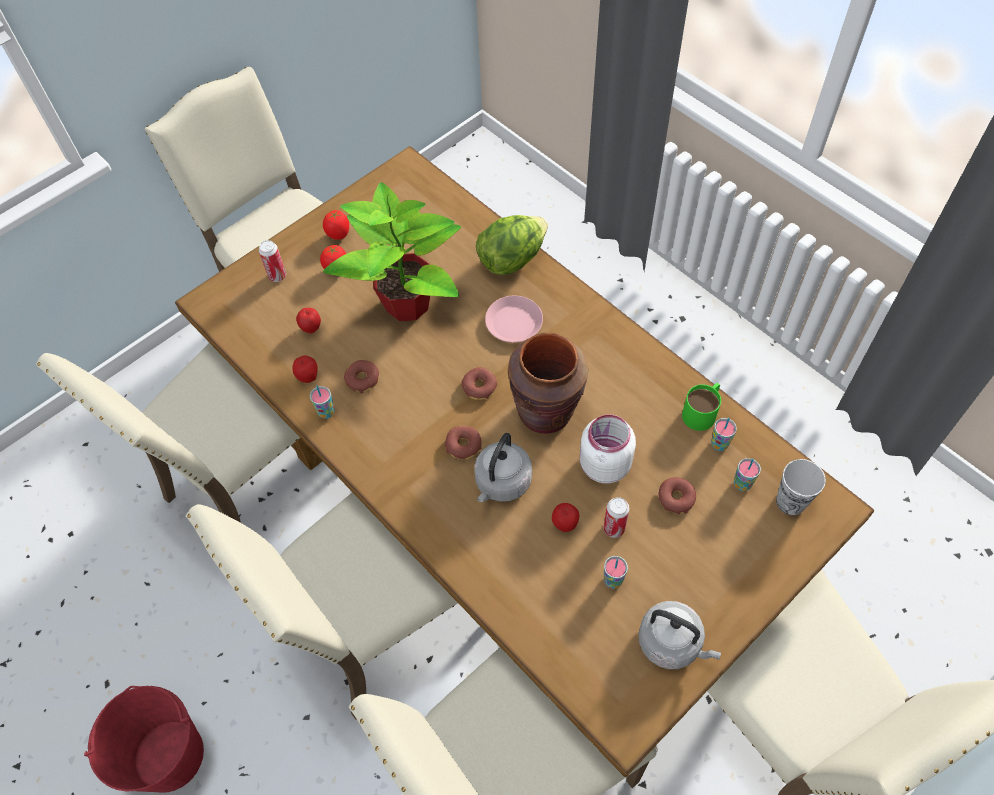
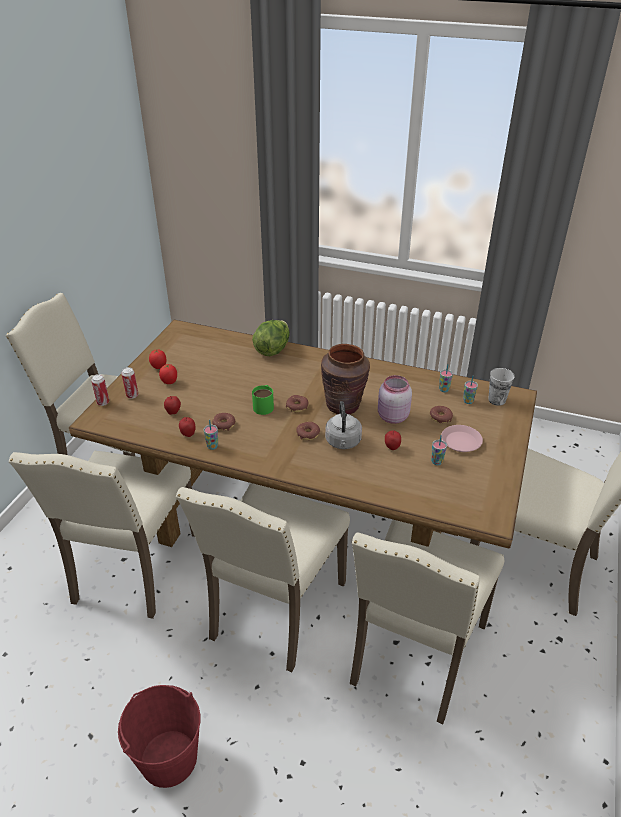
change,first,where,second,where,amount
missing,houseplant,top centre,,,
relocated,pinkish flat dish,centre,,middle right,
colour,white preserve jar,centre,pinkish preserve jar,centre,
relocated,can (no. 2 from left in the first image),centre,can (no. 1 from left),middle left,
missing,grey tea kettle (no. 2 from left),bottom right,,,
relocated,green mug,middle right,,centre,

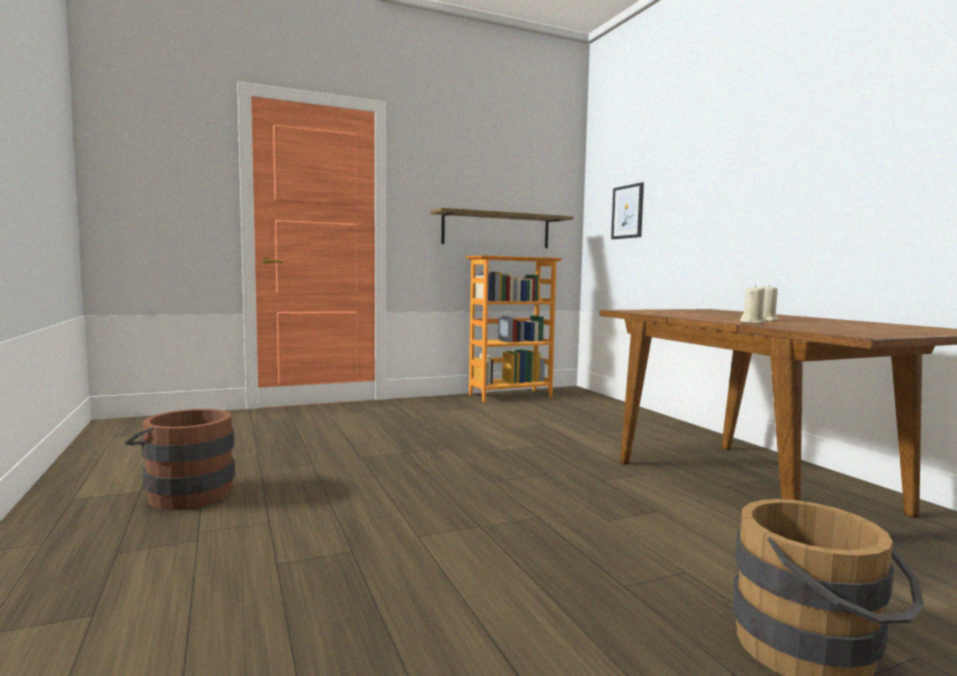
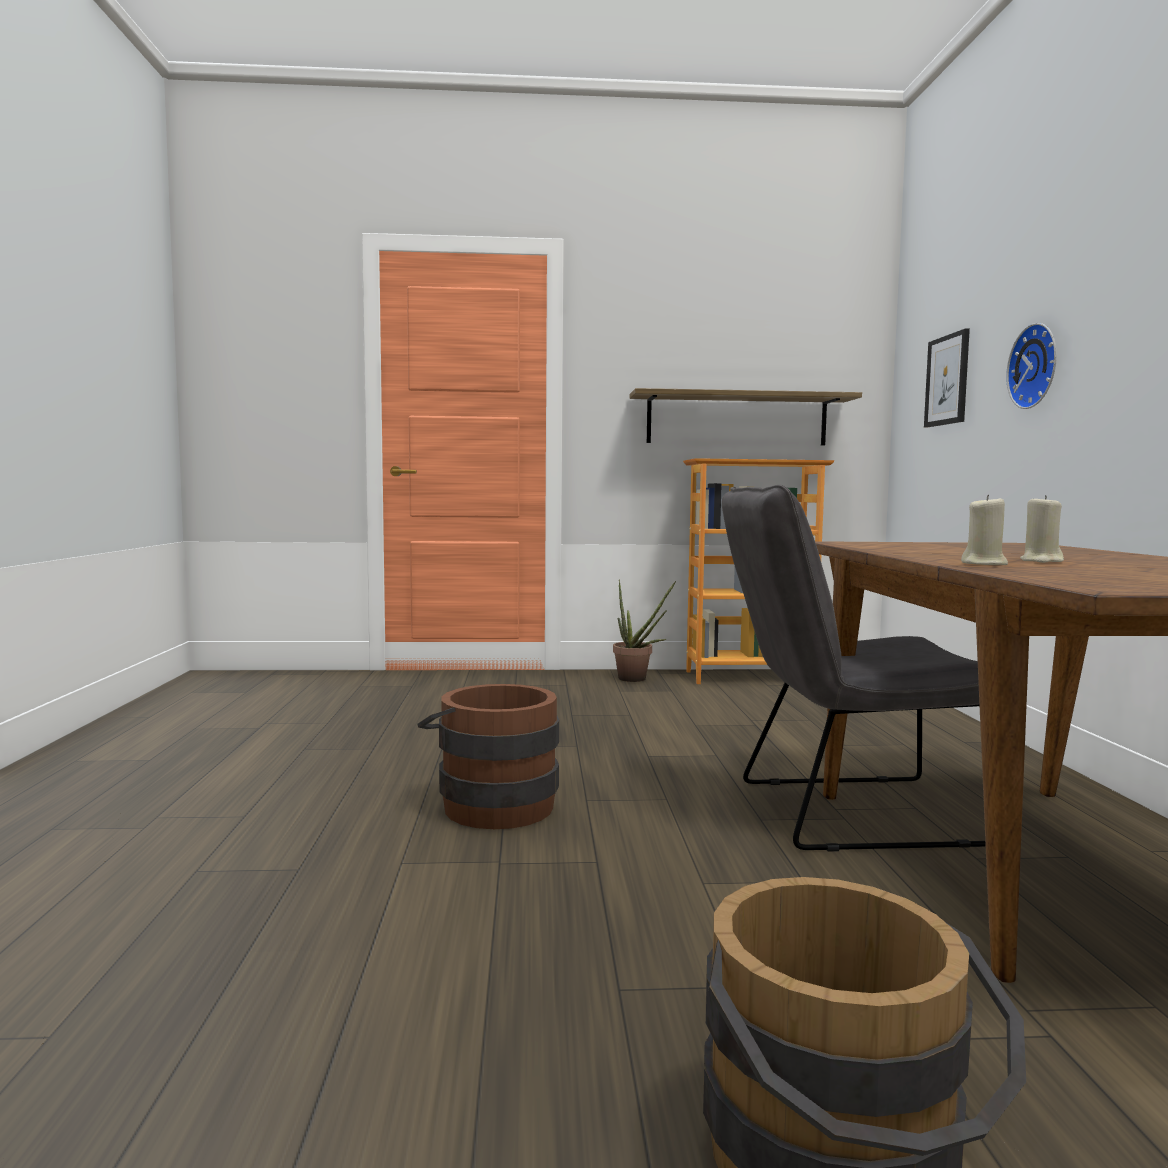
change,first,where,second,where,amount
relocated,brown-coloured bucket (no. 1 from left),bottom left,,centre,
appeared,,,houseplant,centre,
appeared,,,grey upright chair,middle right,
appeared,,,wall clock,top right,

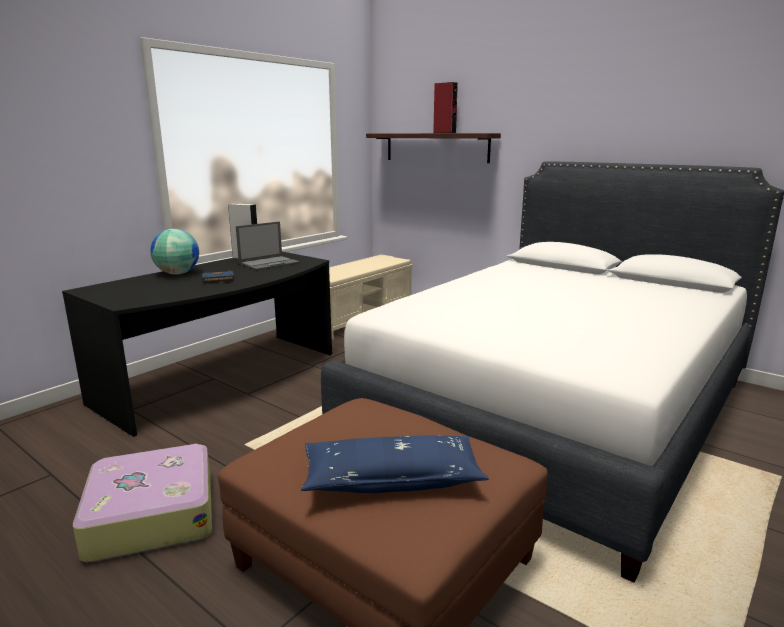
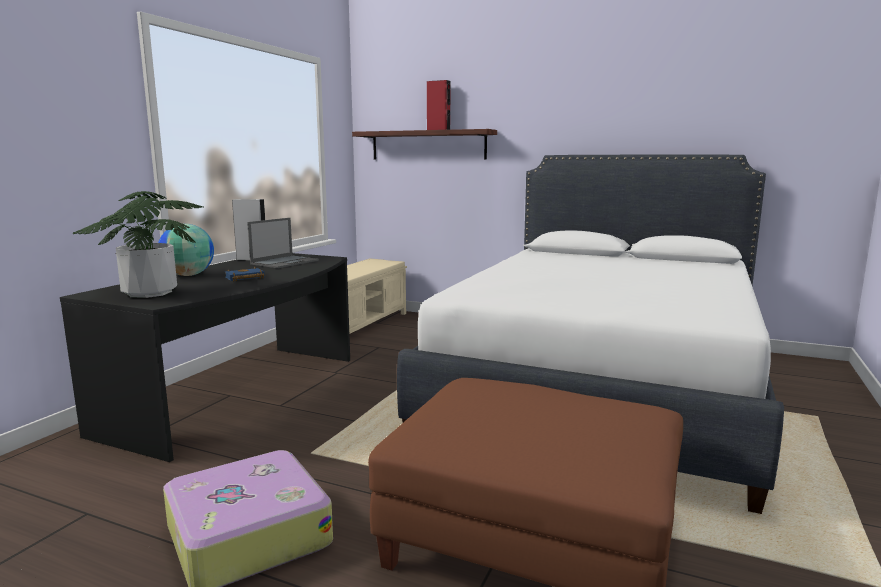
change,first,where,second,where,amount
missing,blue throw pillow,bottom centre,,,
appeared,,,houseplant,middle left,

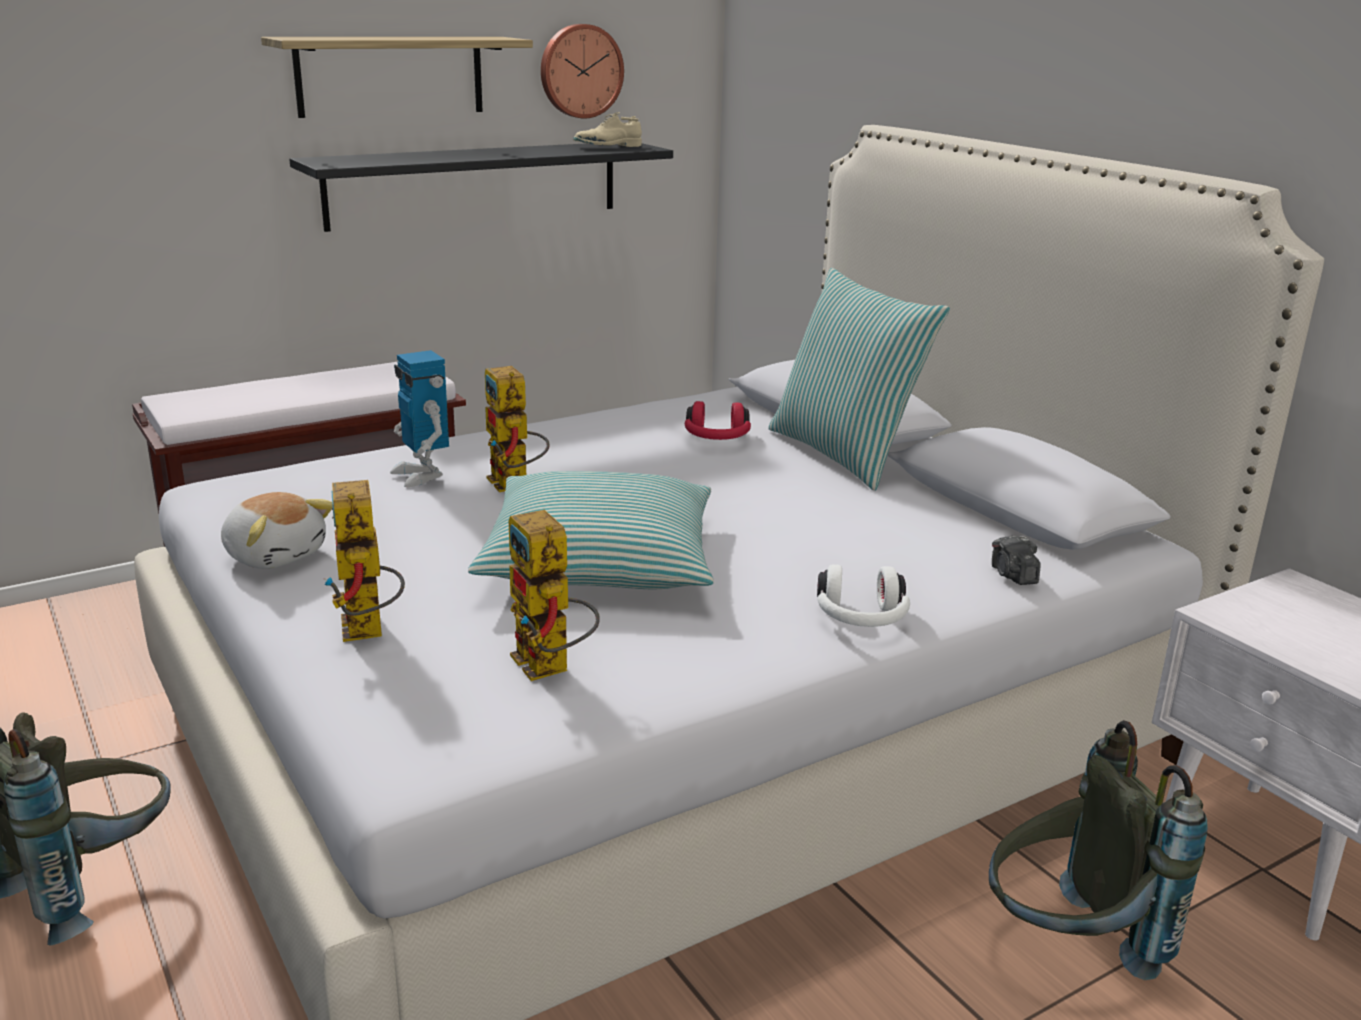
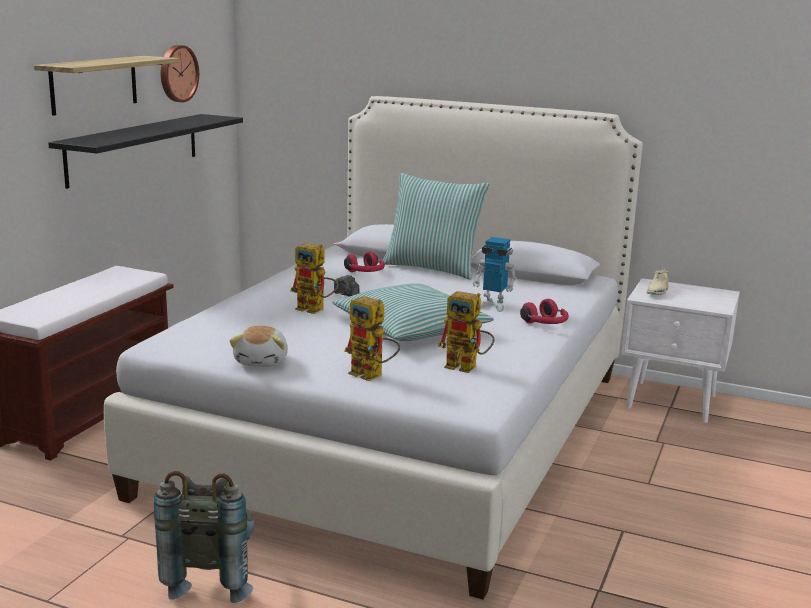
change,first,where,second,where,amount
spun,plush toy,middle left,,middle left,90 degrees clockwise
relocated,toy robot (no. 2 from left in the first image),middle left,toy robot (no. 4 from left),centre,
relocated,beige-coloured low shoe,top centre,,middle right,
colour,white pair of headphones,centre,red-coloured pair of headphones (no. 2 from left),middle right,
missing,grey knapsack (no. 2 from left),bottom right,,,
relocated,photo camera,middle right,,centre,

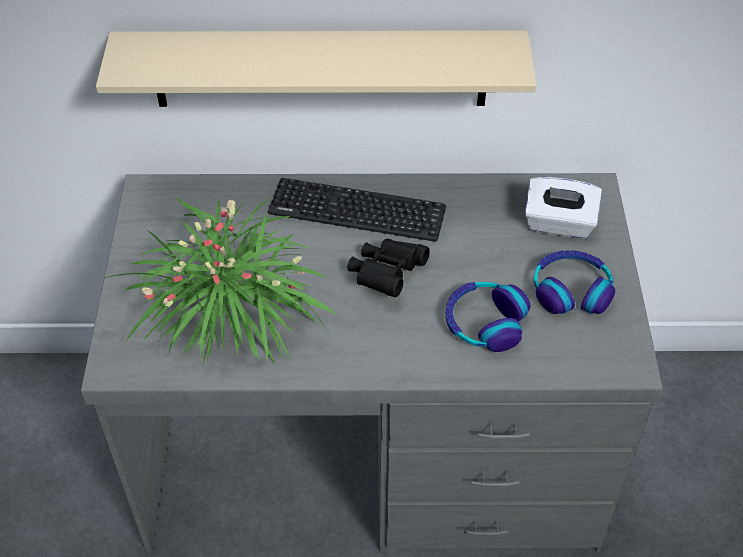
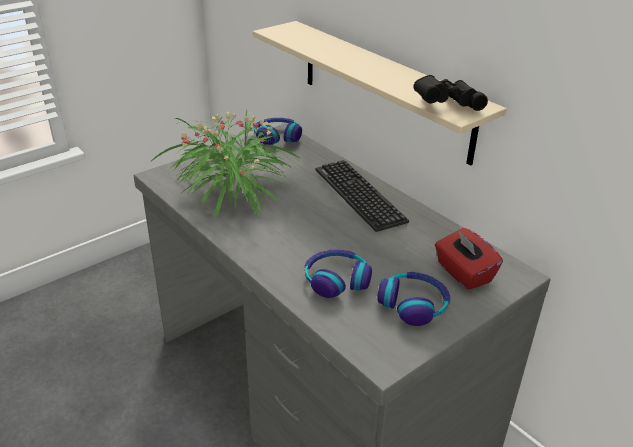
change,first,where,second,where,amount
relocated,blackish field glasses,centre,,top right,
colour,white tissue holder,middle right,red-coloured tissue holder,middle right,
appeared,,,pair of headphones (no. 1 from left),top centre,

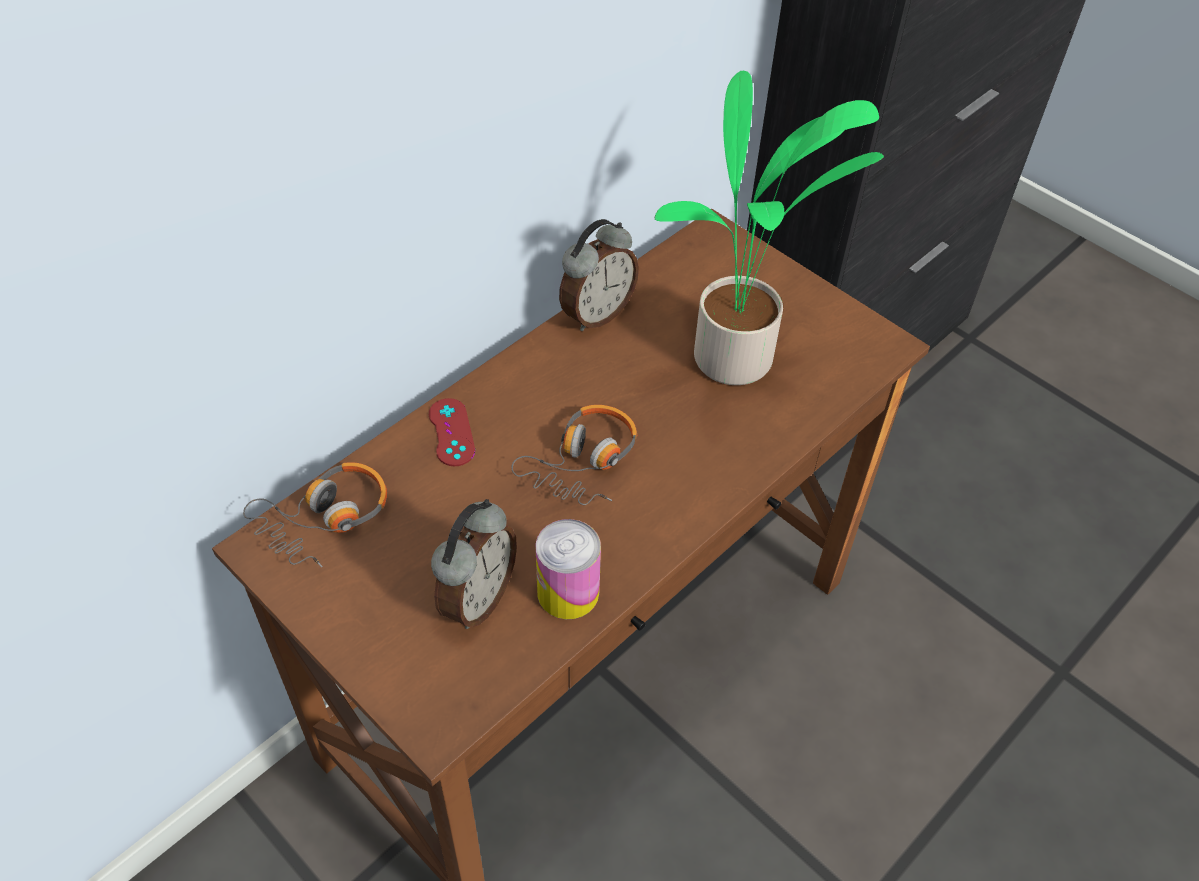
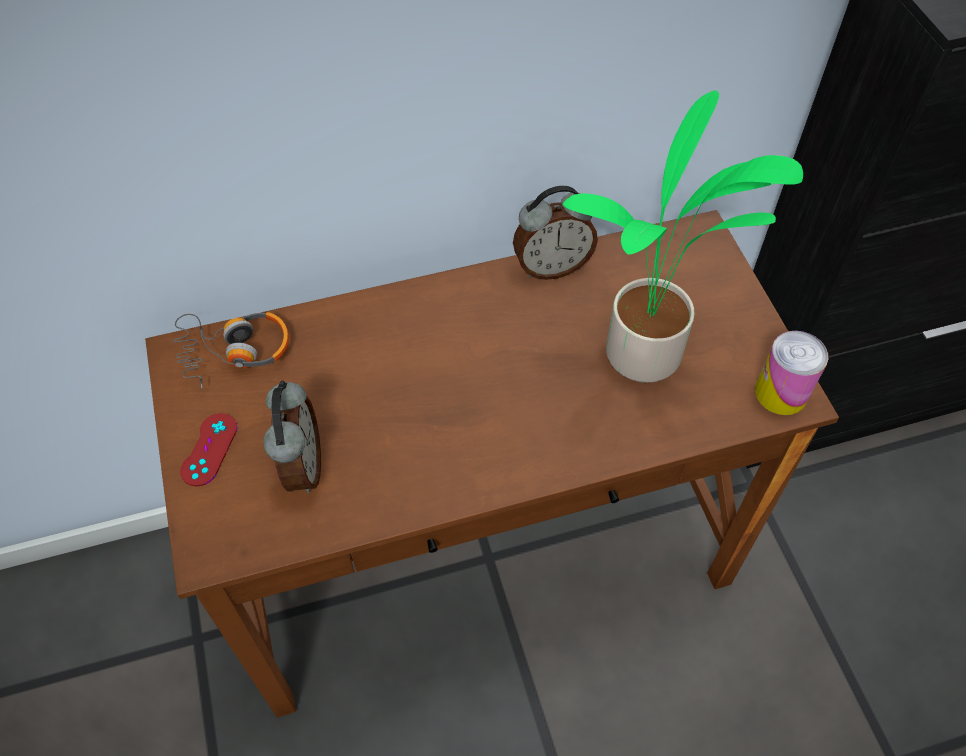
change,first,where,second,where,amount
relocated,red-coloured gamepad,centre,,middle left,
spun,bedside clock (no. 1 from left),centre,,middle left,60 degrees counterclockwise
missing,pair of headphones (no. 2 from left),centre,,,
relocated,can,centre,,middle right,

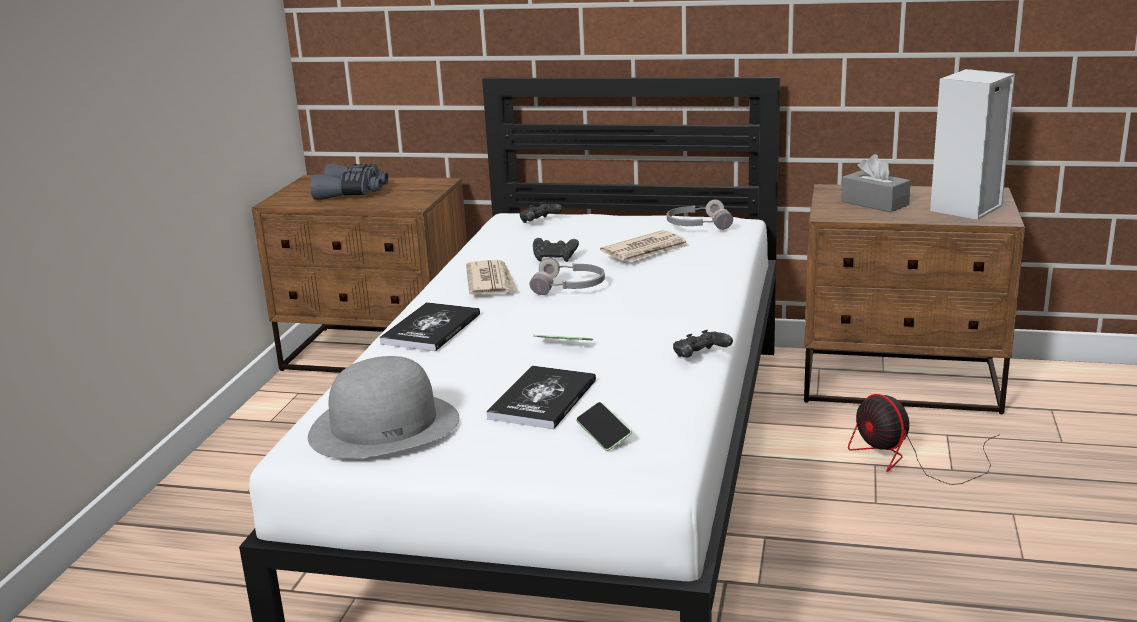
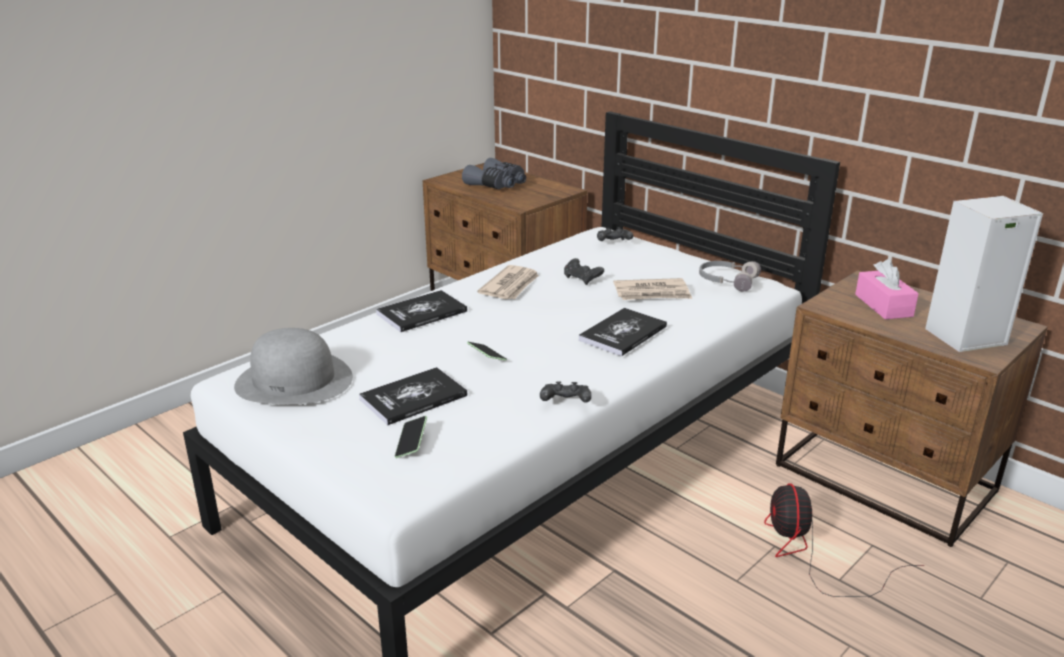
change,first,where,second,where,amount
missing,grey pair of headphones (no. 1 from left),centre,,,
colour,grey tissue holder,top right,pinkish tissue holder,middle right,
appeared,,,bound book (no. 3 from left),centre,

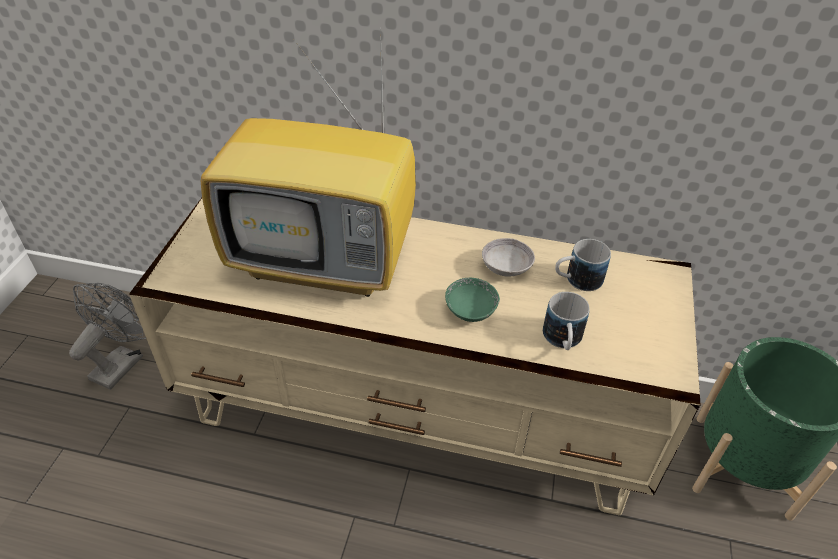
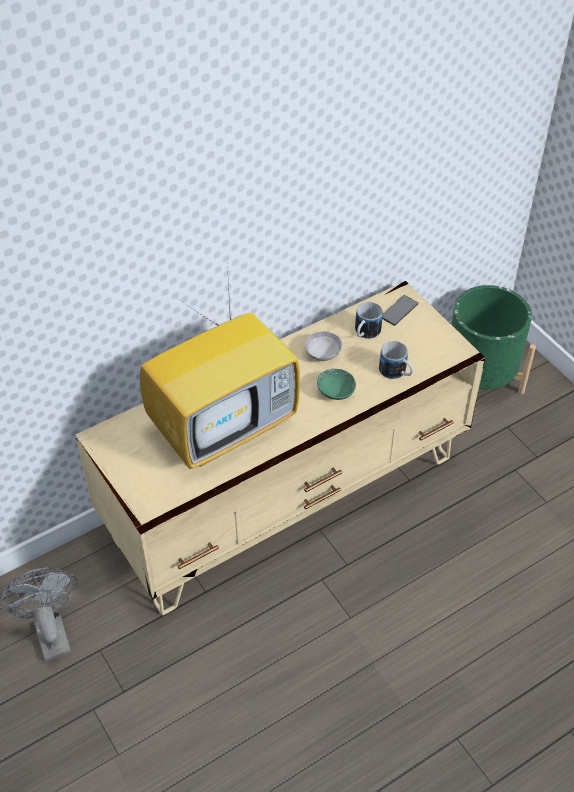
change,first,where,second,where,amount
appeared,,,handset,middle right,

